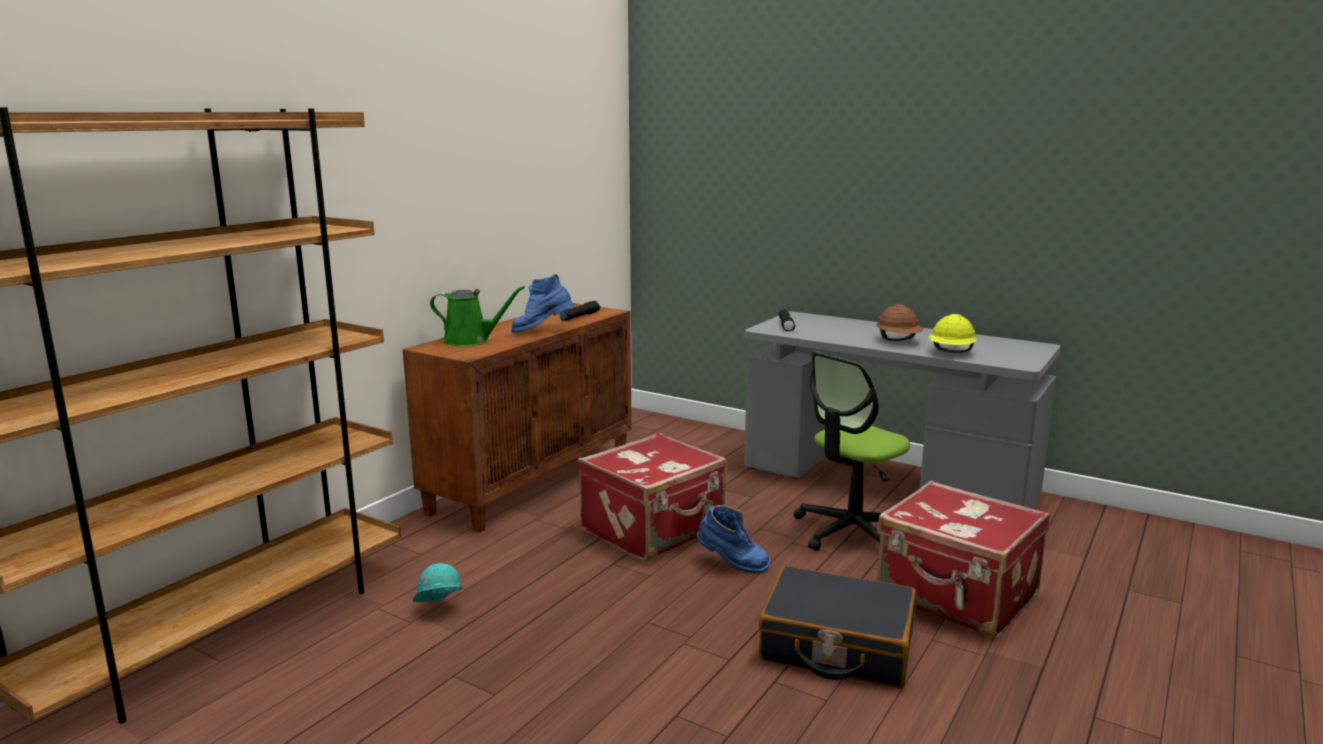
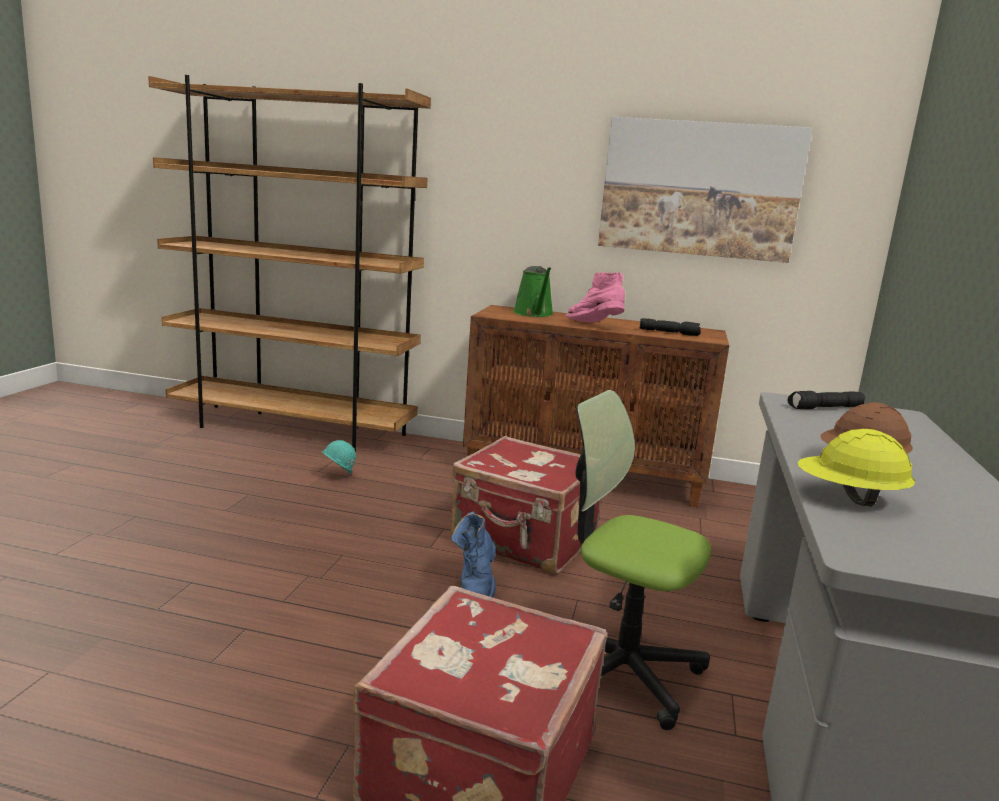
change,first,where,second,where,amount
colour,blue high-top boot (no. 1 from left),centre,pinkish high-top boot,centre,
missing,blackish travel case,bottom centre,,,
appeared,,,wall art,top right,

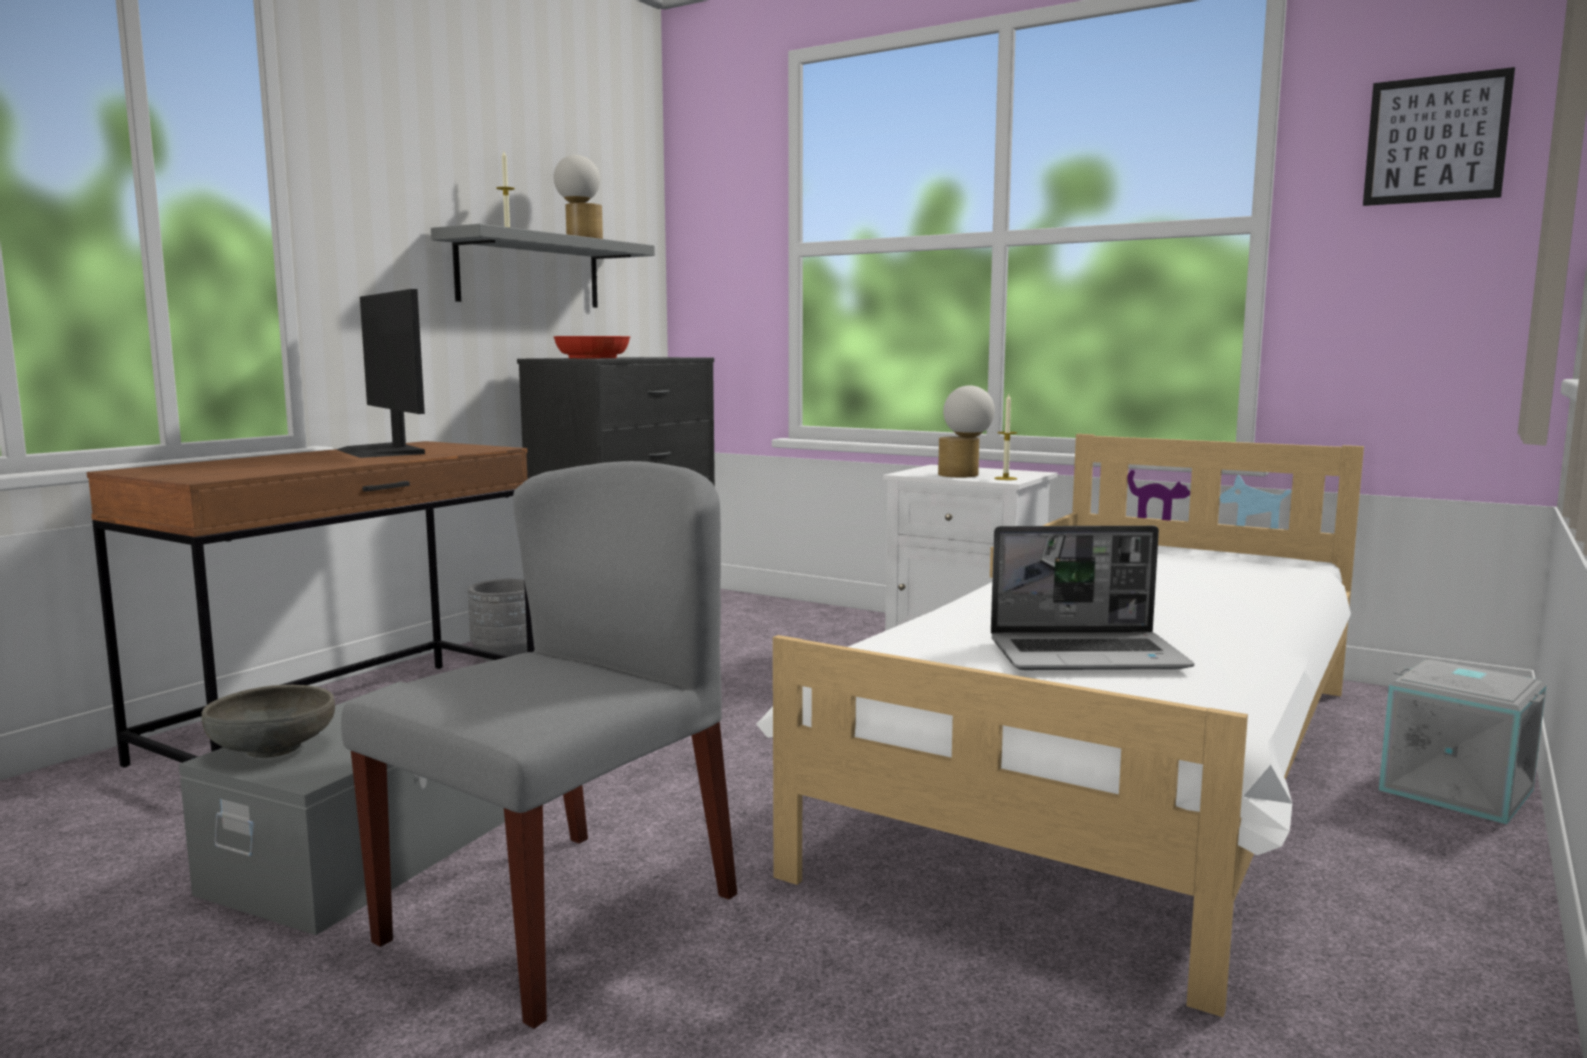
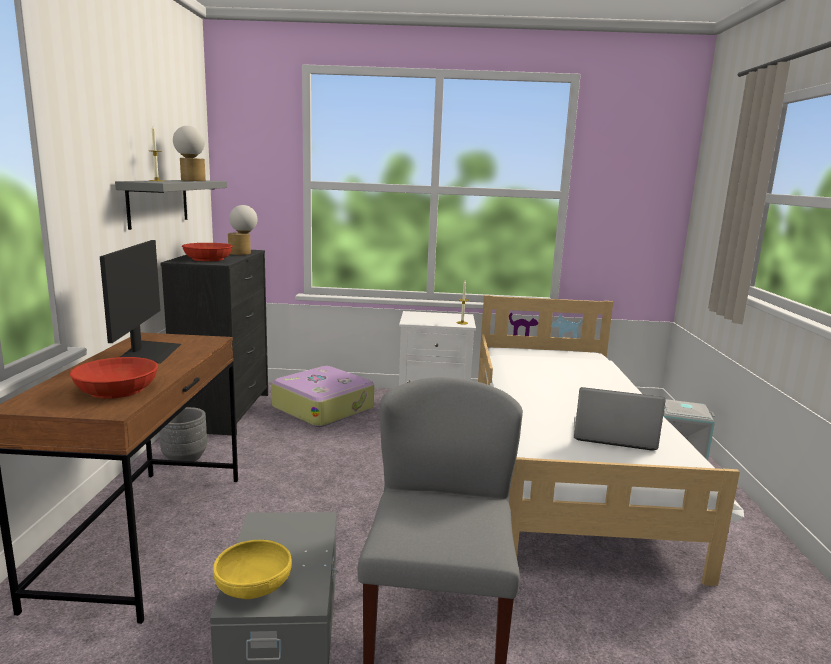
change,first,where,second,where,amount
colour,grey serving bowl,bottom left,yellowish serving bowl,bottom left,
spun,computer display,middle left,,middle left,120 degrees counterclockwise
relocated,lamp for a table (no. 2 from left),centre,,middle left,
spun,portable computer,middle right,,middle right,135 degrees counterclockwise
missing,wall art,top right,,,
appeared,,,red-coloured serving bowl (no. 1 from left),middle left,
appeared,,,travel case,centre,

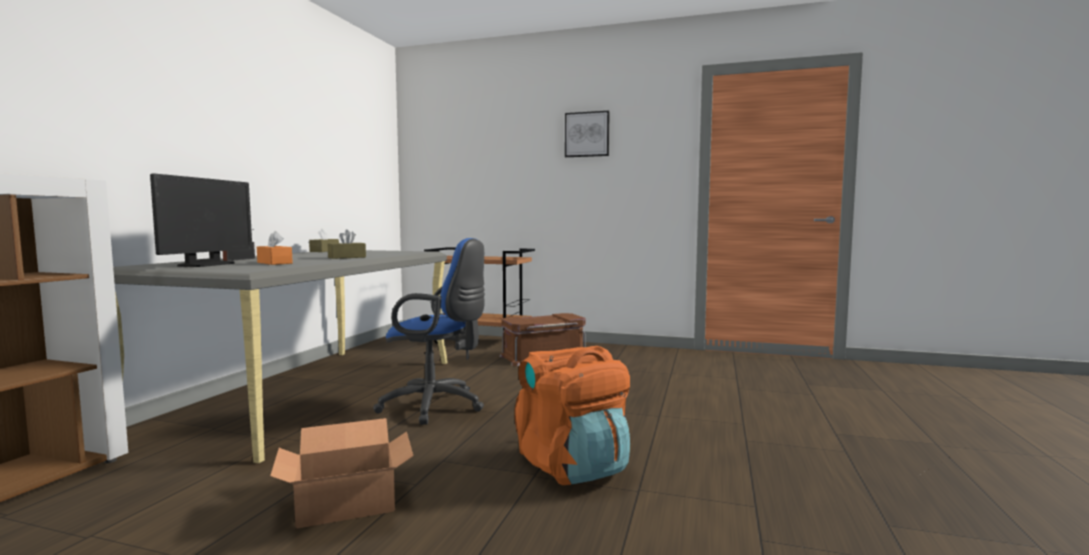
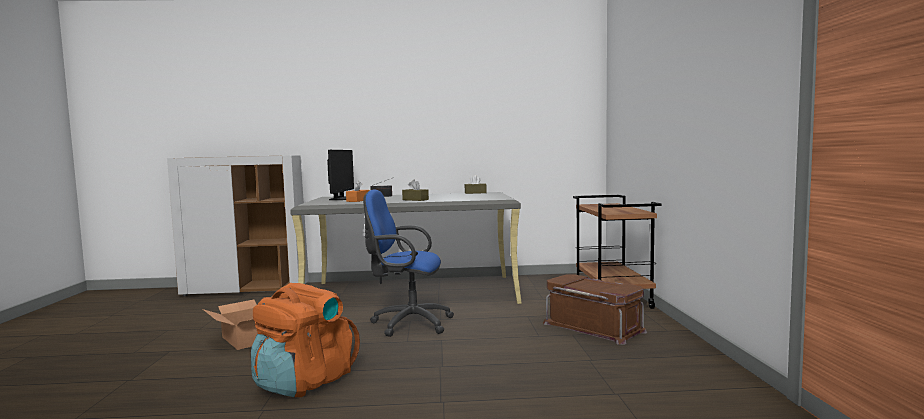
change,first,where,second,where,amount
spun,computer display,middle left,,centre,75 degrees counterclockwise
spun,blue desk chair,centre,,centre,105 degrees clockwise
missing,wall art,top centre,,,

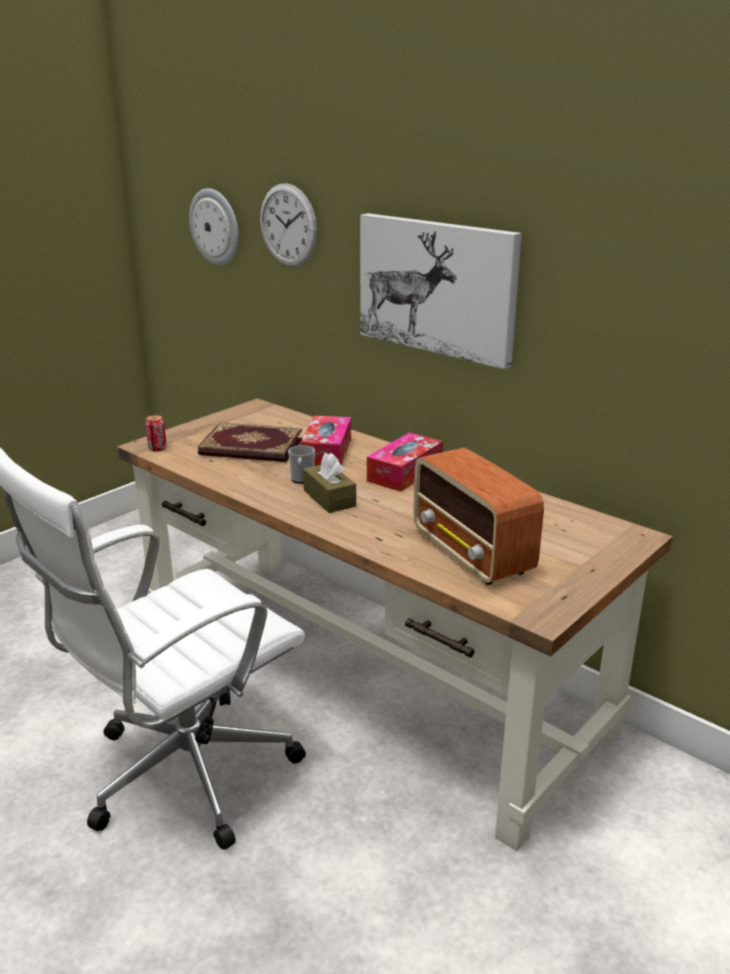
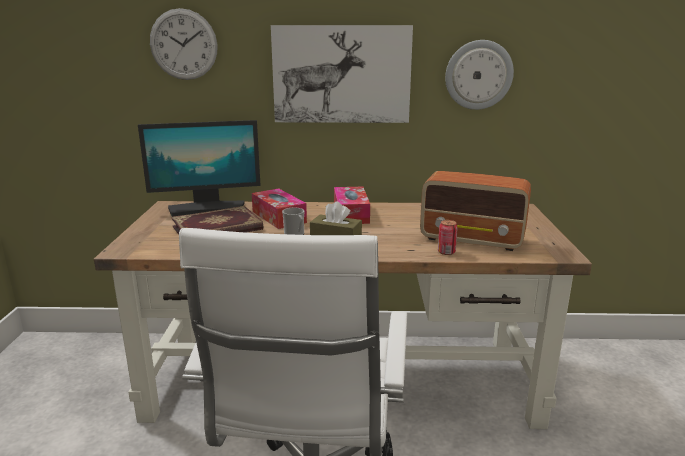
change,first,where,second,where,amount
relocated,can,middle left,,centre,
relocated,wall clock (no. 1 from left in the first image),top left,wall clock (no. 2 from left),top right,
appeared,,,computer display,middle left,

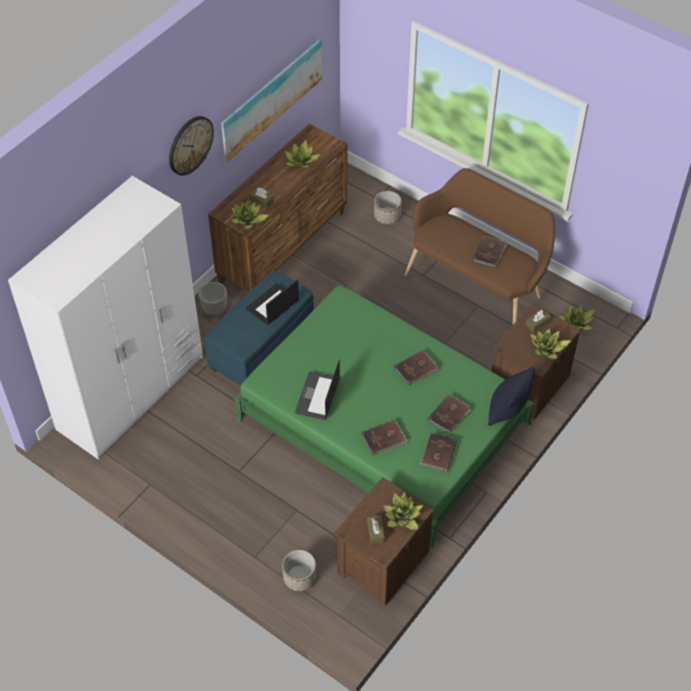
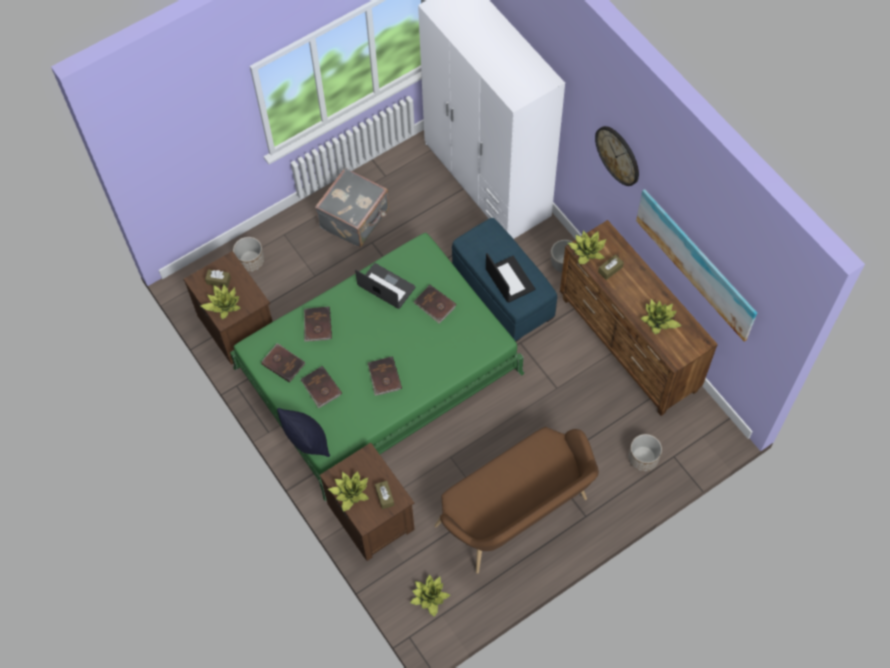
change,first,where,second,where,amount
relocated,brown-coloured bound book (no. 5 from left),middle right,,centre,
appeared,,,grey travel case,top centre,

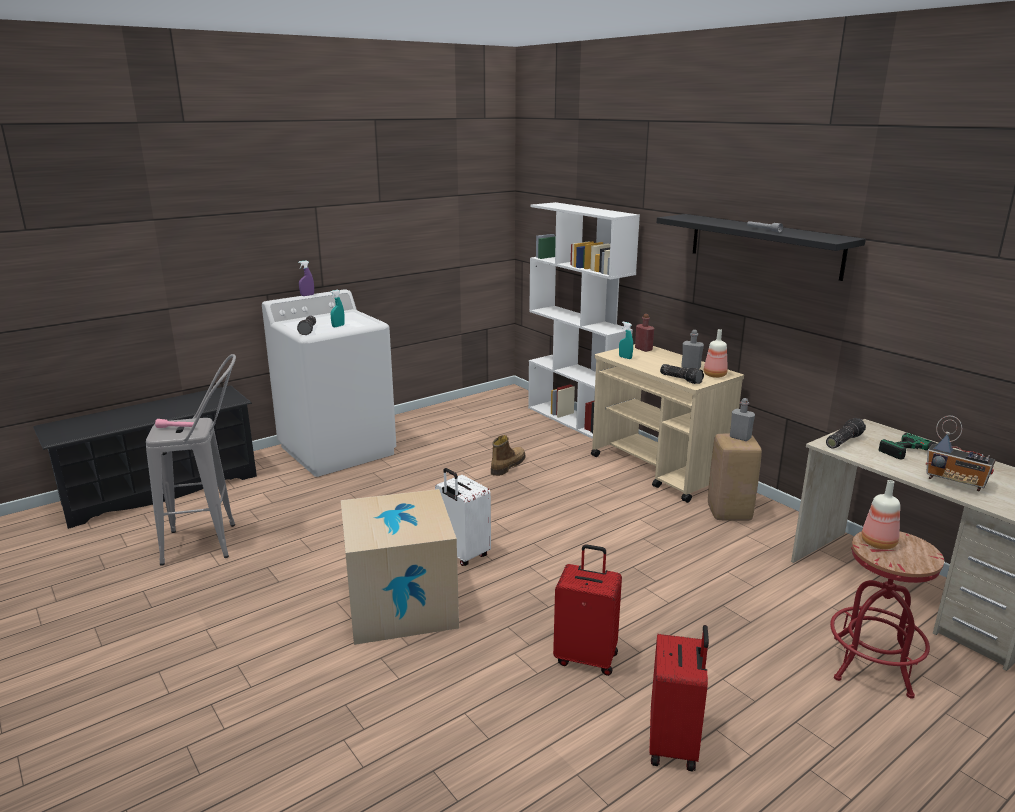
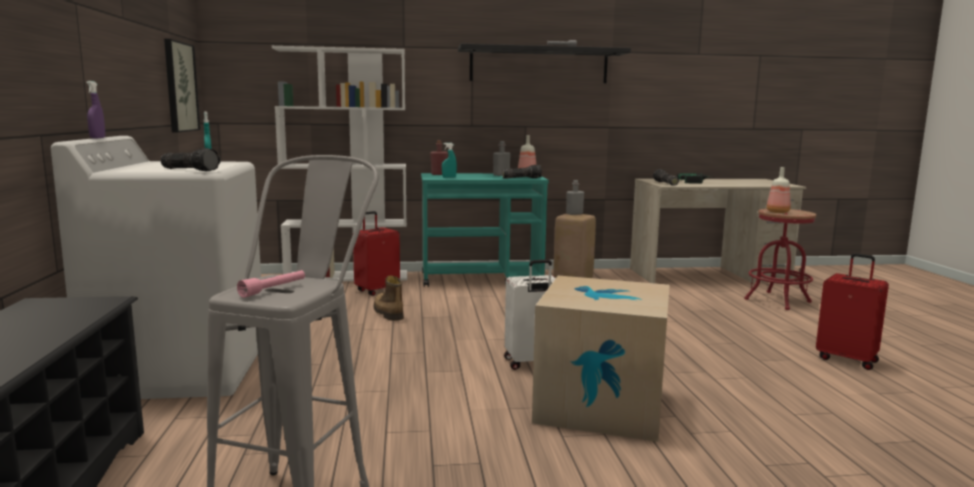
change,first,where,second,where,amount
relocated,red-coloured travel case (no. 1 from left),bottom centre,,centre,
colour,beige-coloured trolley,centre,blue-green trolley,centre,
missing,radio set,middle right,,,
appeared,,,wall art,top left,

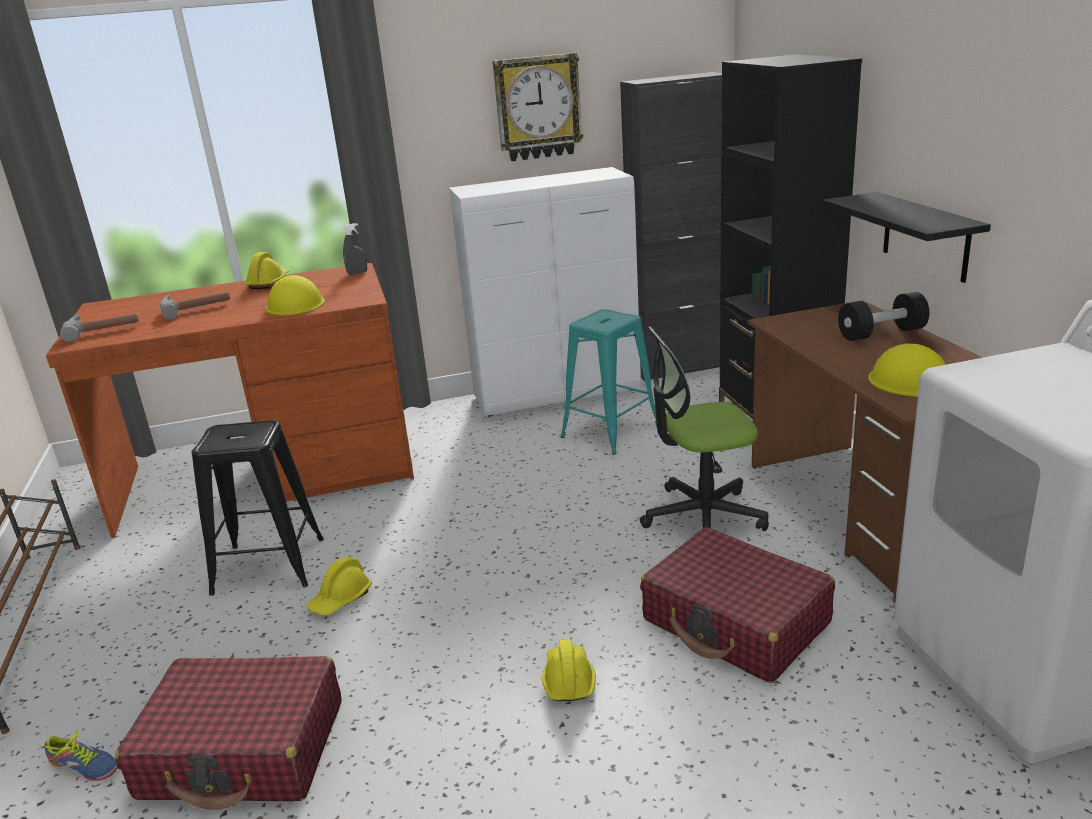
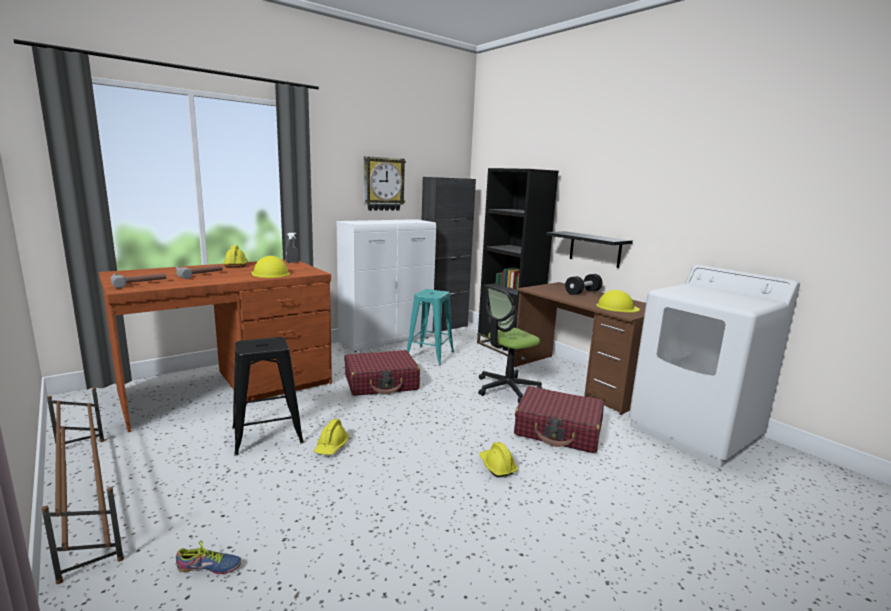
change,first,where,second,where,amount
relocated,red-coloured travel case (no. 1 from left),bottom left,,centre,

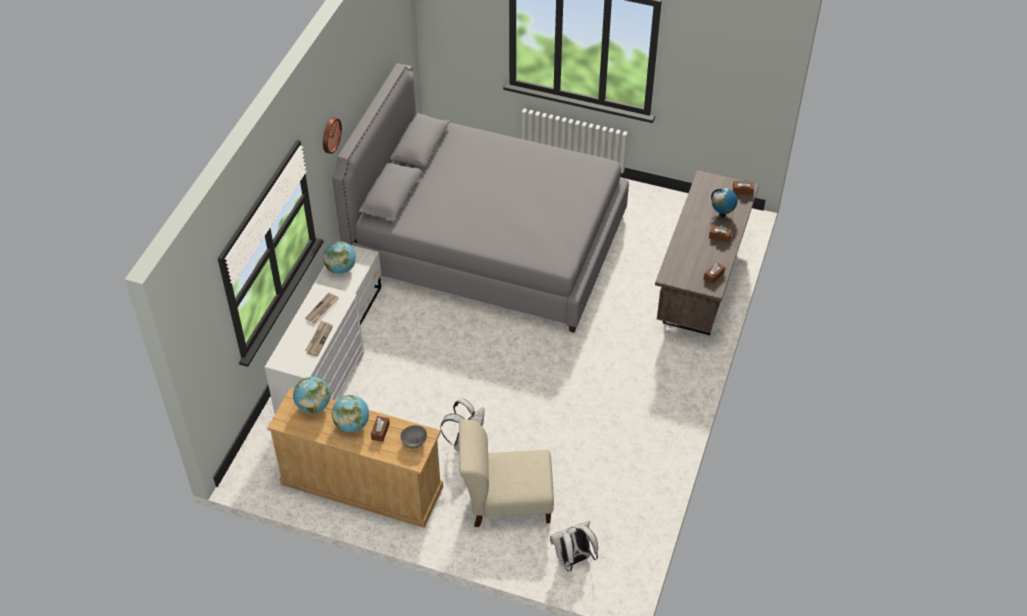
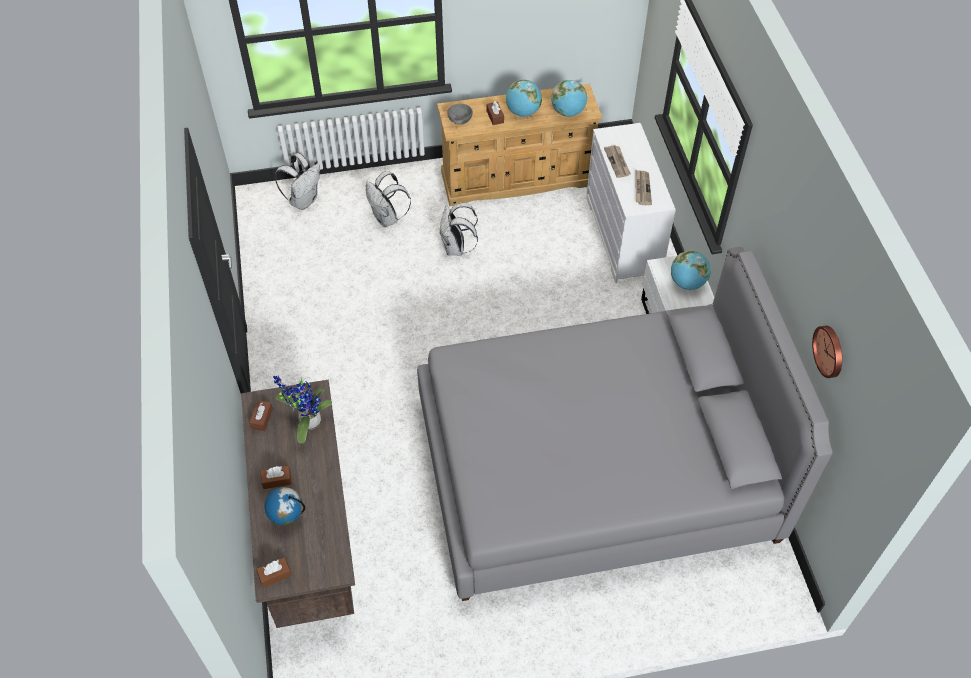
change,first,where,second,where,amount
relocated,wall clock,top left,,middle right,
exchanged,beige-coloured upright chair,bottom centre,white knapsack (no. 2 from left),top centre,
appeared,,,houseplant,middle left,

